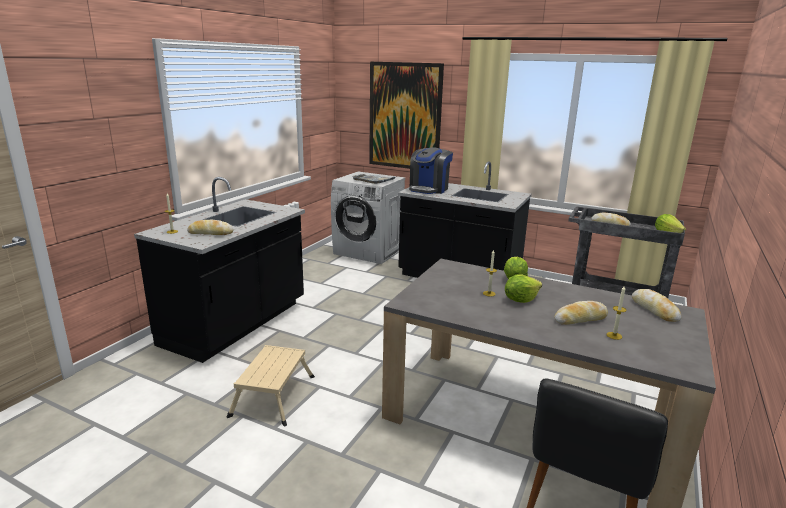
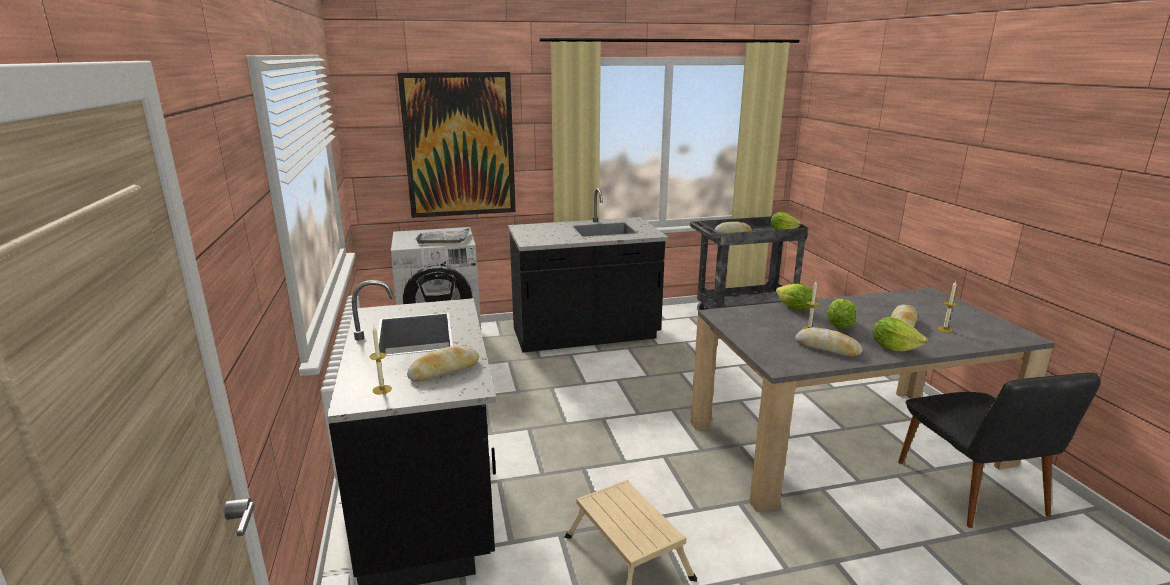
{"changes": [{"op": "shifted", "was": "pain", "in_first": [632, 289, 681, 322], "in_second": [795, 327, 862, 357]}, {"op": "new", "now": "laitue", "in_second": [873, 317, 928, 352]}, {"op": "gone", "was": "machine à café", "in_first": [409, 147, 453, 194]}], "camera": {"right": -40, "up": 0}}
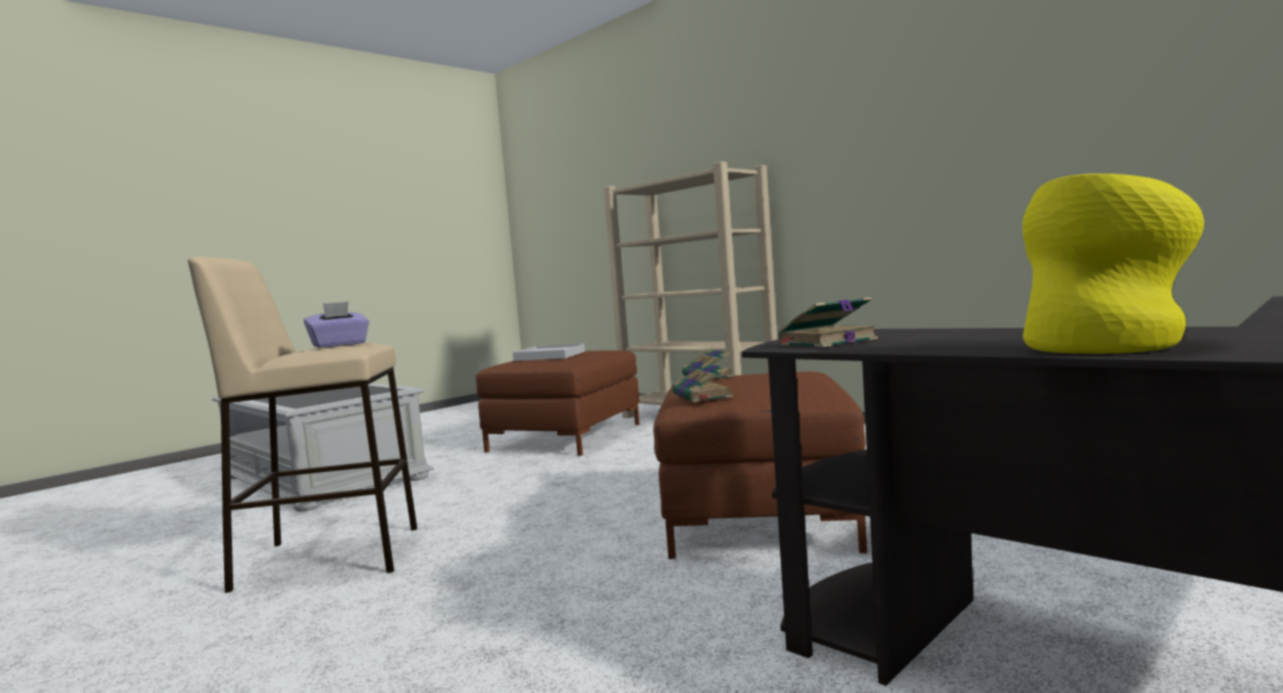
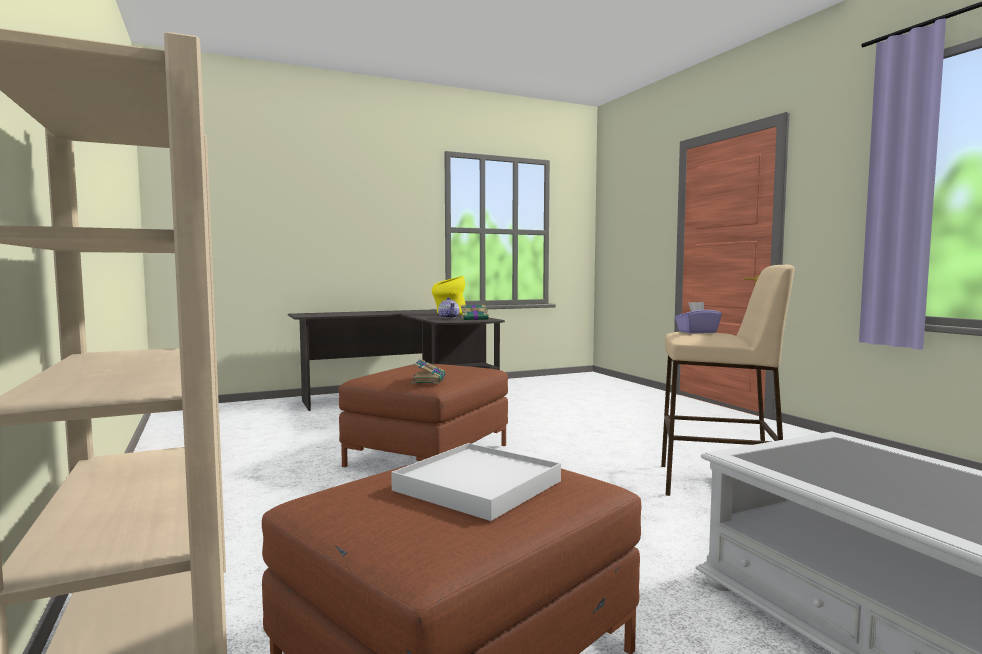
{"changes": [{"op": "new", "now": "théière", "in_second": [438, 297, 460, 318]}, {"op": "gone", "was": "livre", "in_first": [673, 363, 733, 402]}], "camera": {"right": -160, "up": 0}}
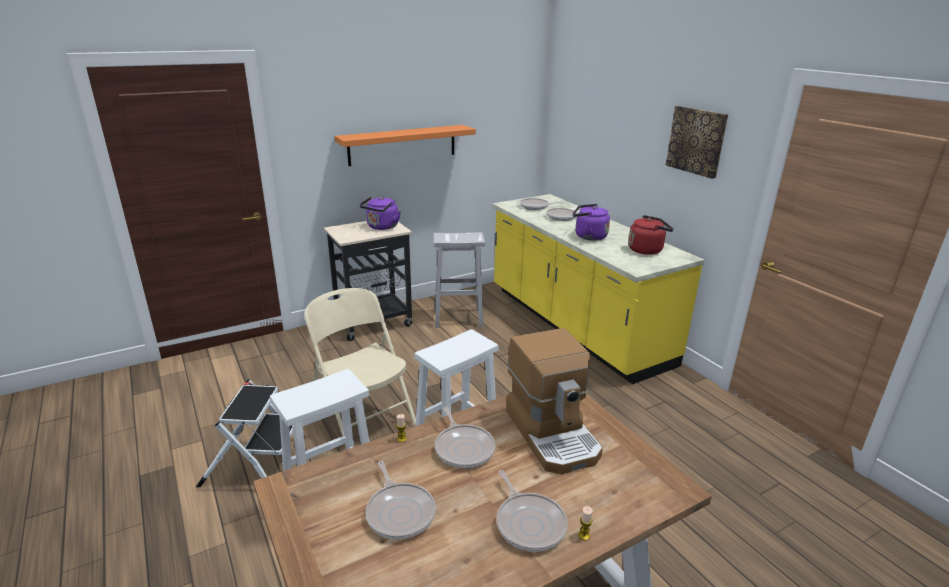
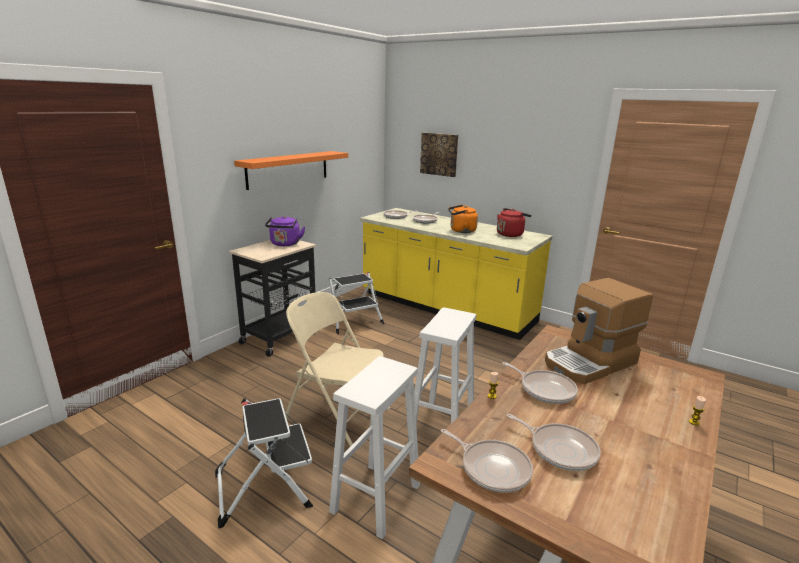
{"changes": [{"op": "swapped", "was": "tabouret (blanc)", "now": "escabeau", "in_first": [434, 232, 485, 328], "in_second": [329, 272, 385, 334]}, {"op": "shifted", "was": "tableau", "in_first": [666, 106, 728, 179], "in_second": [420, 133, 458, 177]}, {"op": "shifted", "was": "poêle", "in_first": [497, 470, 568, 552], "in_second": [441, 429, 533, 493]}, {"op": "repainted", "was": "bouilloire (violet)", "now": "bouilloire (orange)", "in_first": [573, 204, 610, 241], "in_second": [448, 205, 478, 233]}, {"op": "rotated", "was": "machine à café", "in_first": [506, 328, 603, 474], "in_second": [545, 278, 653, 384], "clockwise": 105}], "camera": {"right": -25, "up": -5}}
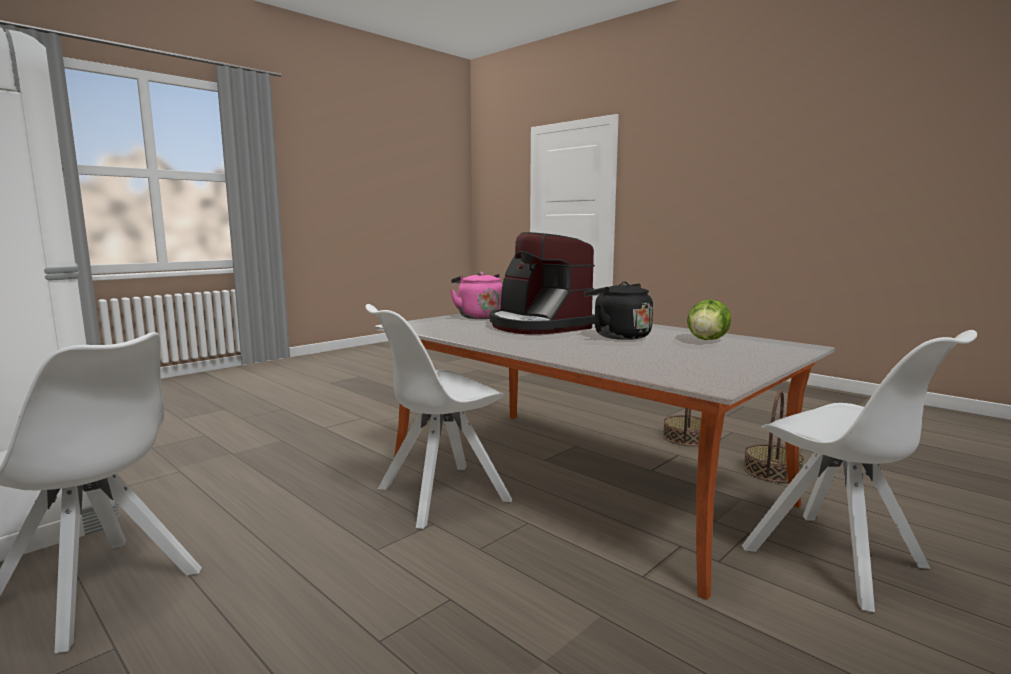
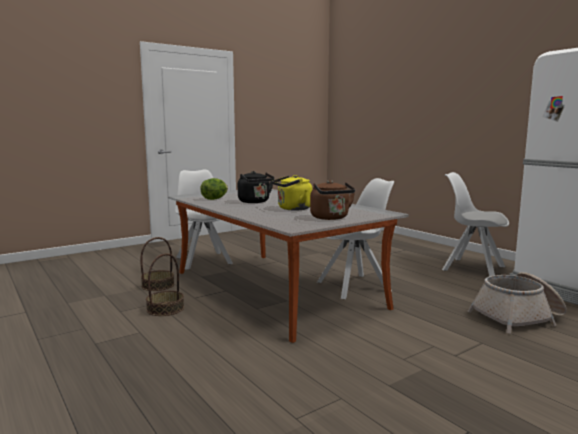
{"changes": [{"op": "swapped", "was": "machine à café", "now": "bouilloire (jaune)", "in_first": [489, 232, 595, 335], "in_second": [272, 175, 313, 211]}, {"op": "repainted", "was": "bouilloire (rose)", "now": "bouilloire (marron)", "in_first": [450, 272, 503, 319], "in_second": [310, 180, 355, 220]}, {"op": "new", "now": "panier", "in_second": [468, 272, 567, 334]}], "camera": {"right": -170, "up": 0}}
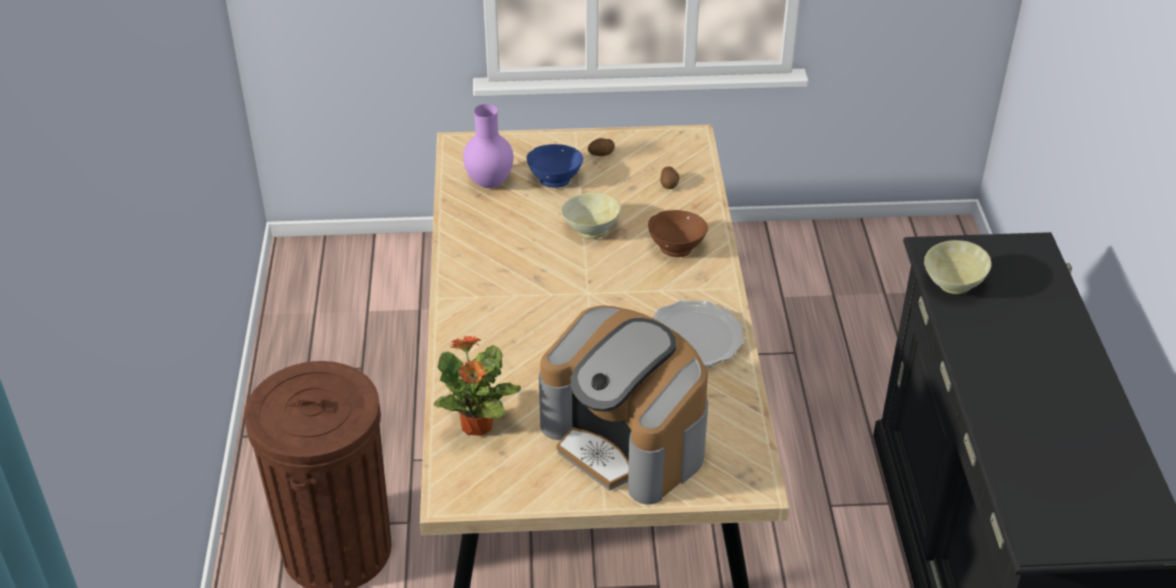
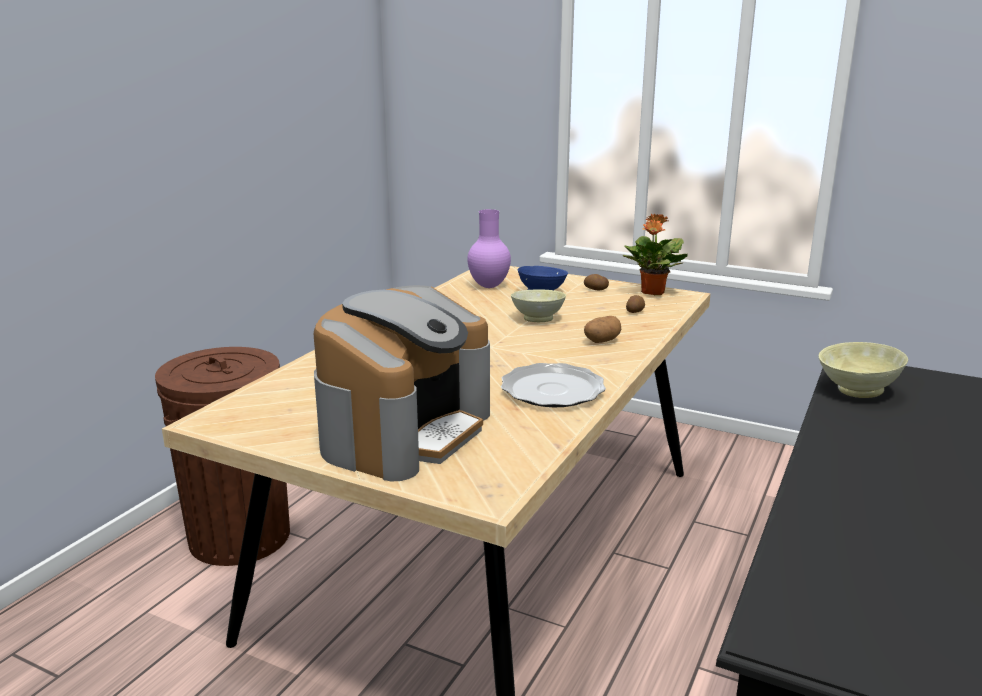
{"changes": [{"op": "rotated", "was": "machine à café", "in_first": [539, 306, 708, 505], "in_second": [314, 285, 490, 481], "clockwise": -135}, {"op": "swapped", "was": "bol (marron)", "now": "pomme de terre", "in_first": [648, 210, 708, 257], "in_second": [584, 316, 621, 343]}, {"op": "shifted", "was": "plante en pot", "in_first": [434, 336, 521, 436], "in_second": [623, 213, 687, 295]}], "camera": {"right": 30, "up": -20}}
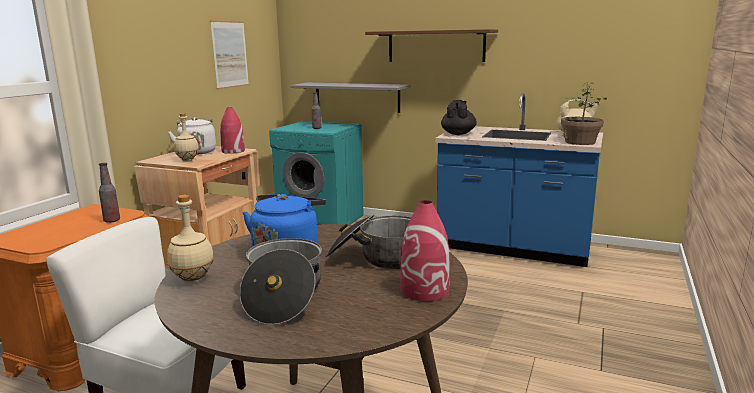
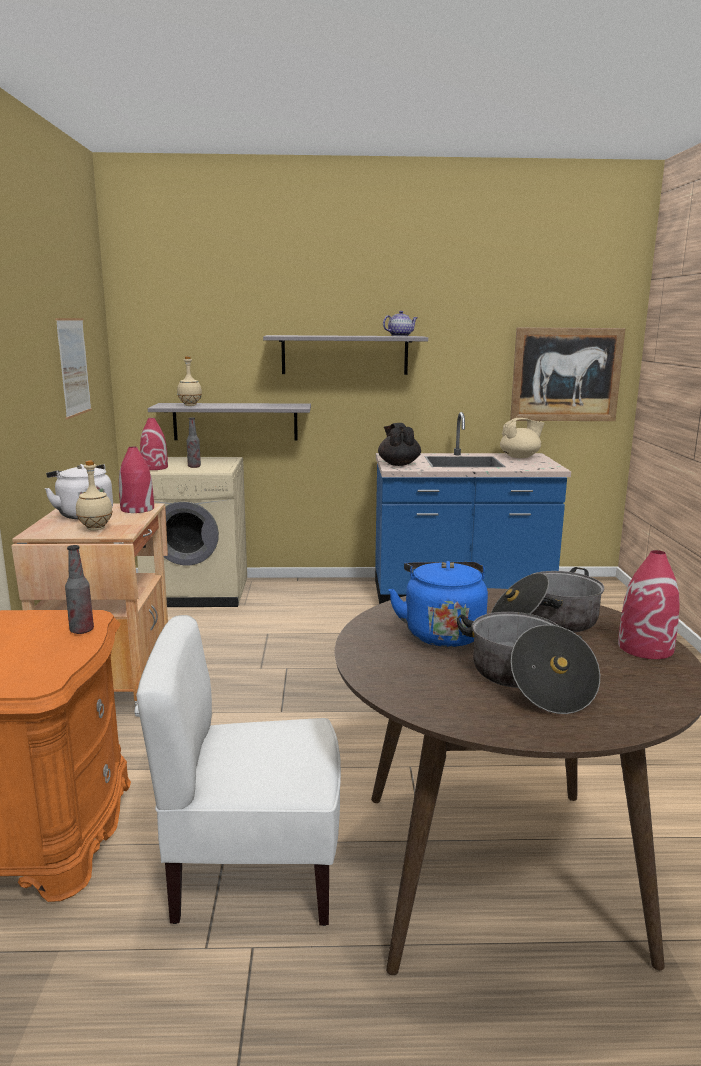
{"changes": [{"op": "repainted", "was": "lave-linge (turquoise)", "now": "lave-linge (beige)", "in_first": [269, 121, 364, 225], "in_second": [137, 457, 247, 607]}, {"op": "new", "now": "vase (rouge)", "in_second": [140, 418, 168, 470]}, {"op": "shifted", "was": "bouteille (beige)", "in_first": [167, 195, 214, 283], "in_second": [177, 356, 202, 406]}, {"op": "repainted", "was": "étagère (marron)", "now": "étagère (gris)", "in_first": [365, 29, 498, 62], "in_second": [263, 335, 428, 375]}, {"op": "new", "now": "théière", "in_second": [383, 311, 417, 336]}, {"op": "new", "now": "tableau", "in_second": [510, 327, 625, 421]}, {"op": "gone", "was": "plante en pot", "in_first": [561, 83, 607, 145]}], "camera": {"right": -25, "up": 0}}
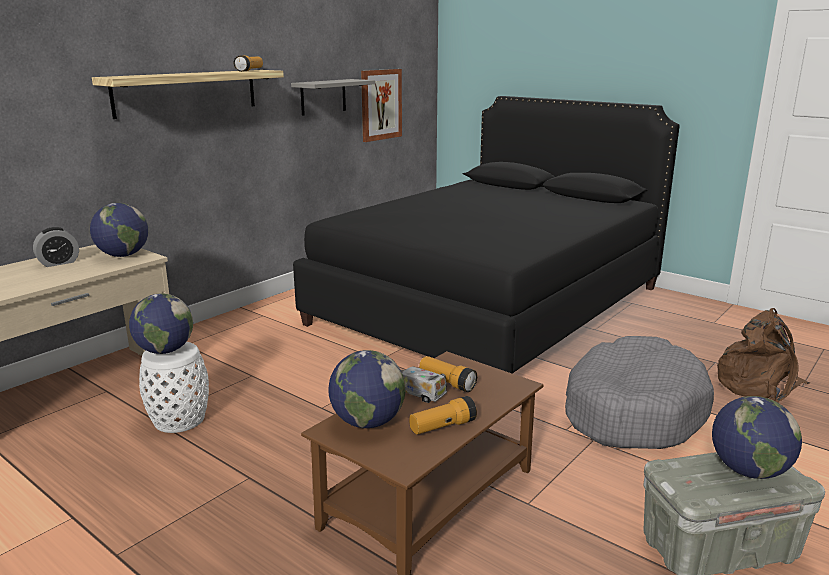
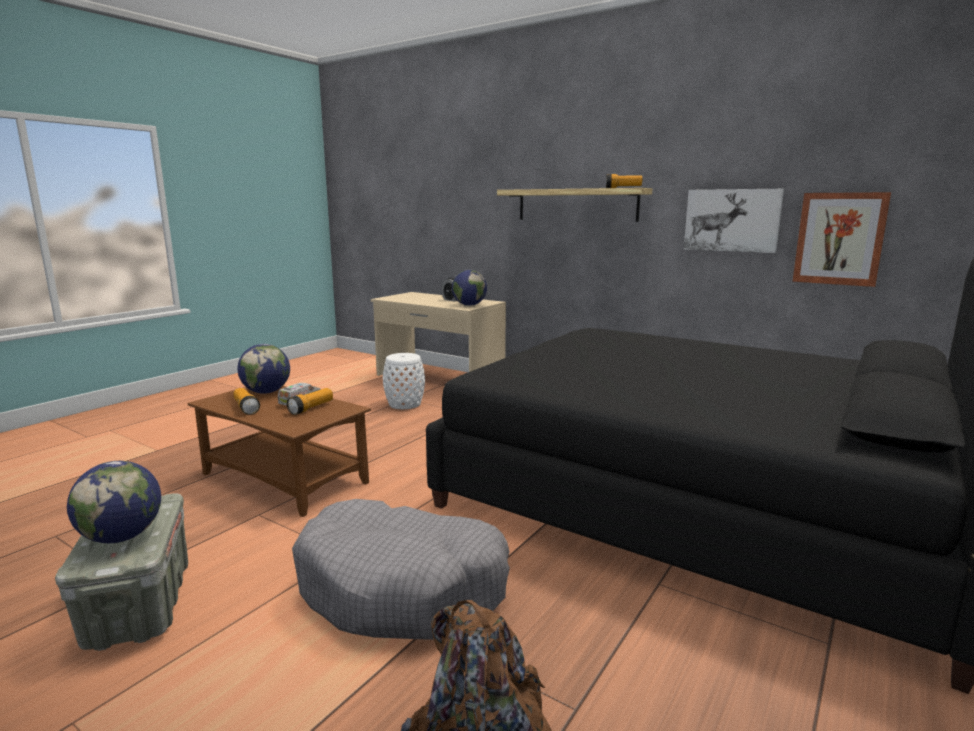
{"changes": [{"op": "swapped", "was": "étagère (gris)", "now": "tableau", "in_first": [291, 79, 375, 116], "in_second": [684, 189, 784, 253]}, {"op": "gone", "was": "globe", "in_first": [129, 294, 193, 354]}], "camera": {"right": 85, "up": -5}}
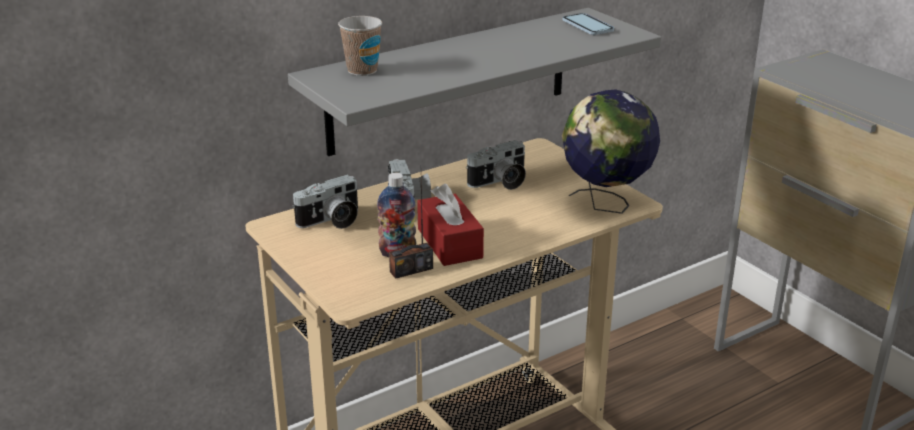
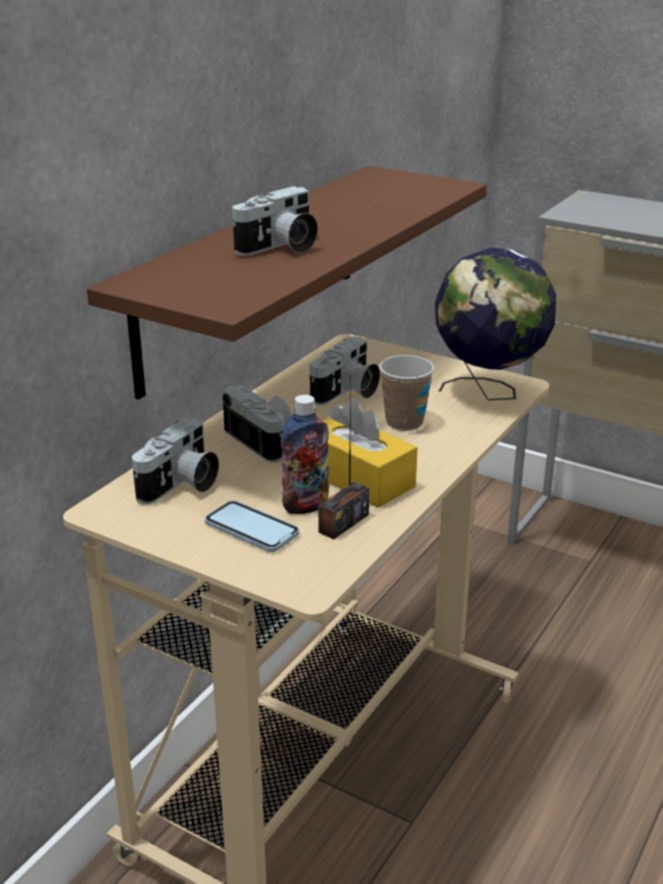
{"changes": [{"op": "repainted", "was": "étagère (gris)", "now": "étagère (marron)", "in_first": [288, 8, 661, 156], "in_second": [87, 166, 487, 400]}, {"op": "shifted", "was": "téléphone", "in_first": [562, 13, 614, 35], "in_second": [205, 501, 300, 552]}, {"op": "new", "now": "appareil photo", "in_second": [232, 186, 318, 256]}, {"op": "repainted", "was": "boîte à mouchoirs (rouge)", "now": "boîte à mouchoirs (jaune)", "in_first": [417, 184, 484, 266], "in_second": [324, 399, 417, 508]}, {"op": "shifted", "was": "tasse", "in_first": [338, 16, 382, 76], "in_second": [379, 355, 434, 431]}], "camera": {"right": -25, "up": 0}}
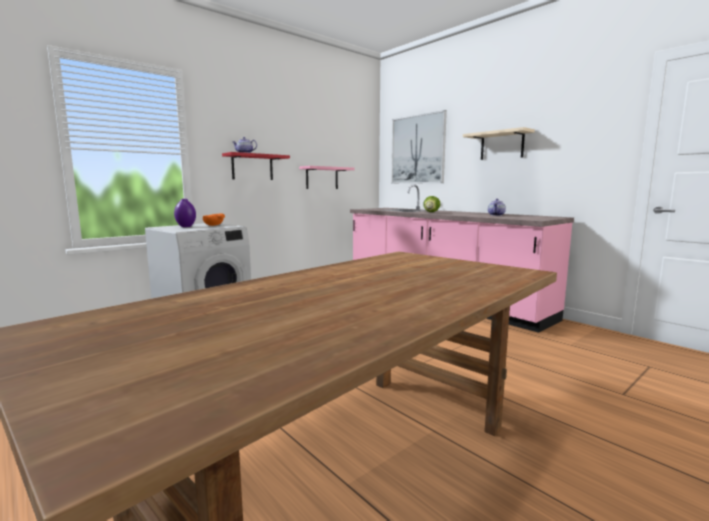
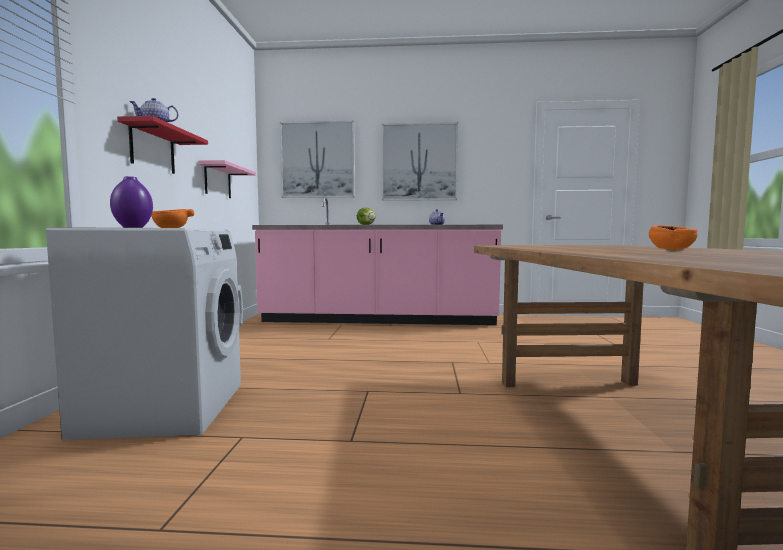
{"changes": [{"op": "swapped", "was": "étagère (beige)", "now": "tableau", "in_first": [463, 127, 535, 160], "in_second": [382, 122, 458, 201]}, {"op": "new", "now": "bol (orange)", "in_second": [649, 225, 698, 250]}], "camera": {"right": -45, "up": -5}}
